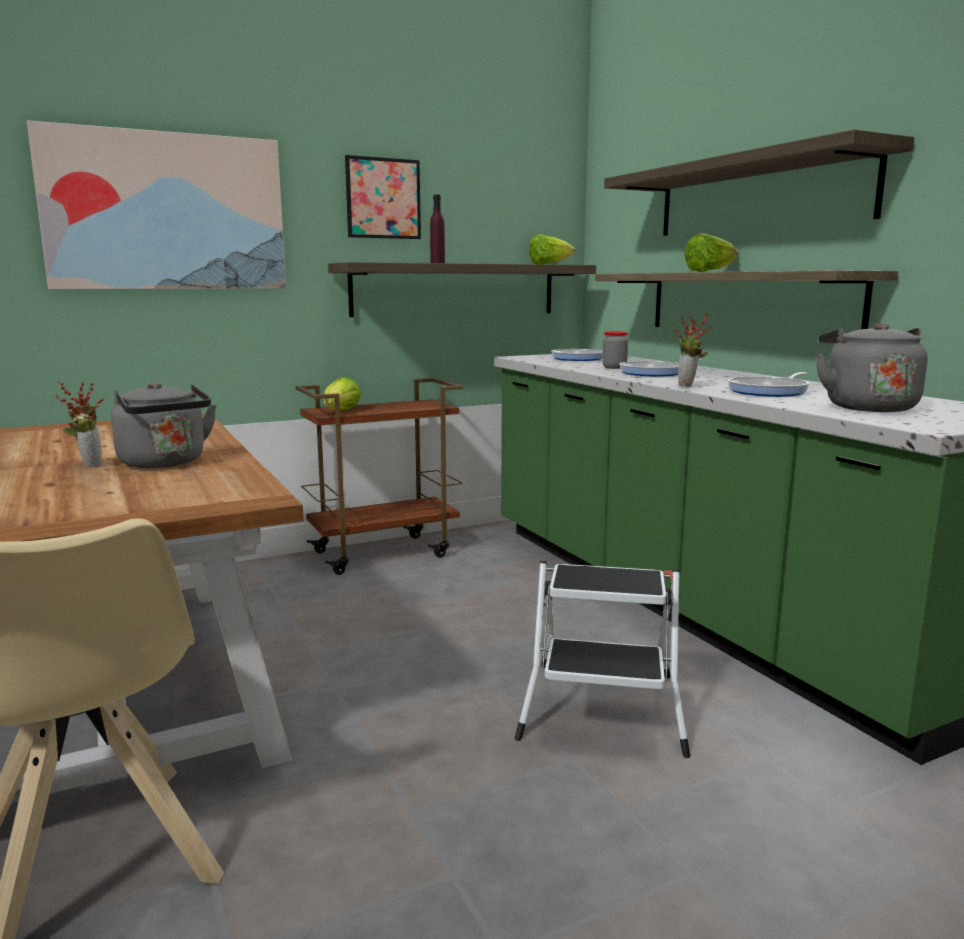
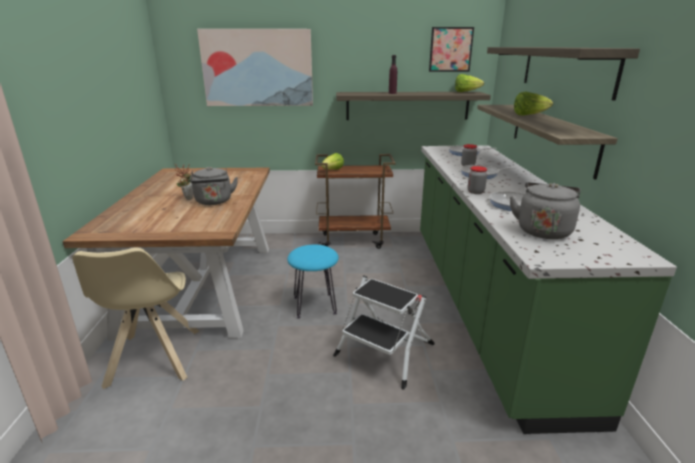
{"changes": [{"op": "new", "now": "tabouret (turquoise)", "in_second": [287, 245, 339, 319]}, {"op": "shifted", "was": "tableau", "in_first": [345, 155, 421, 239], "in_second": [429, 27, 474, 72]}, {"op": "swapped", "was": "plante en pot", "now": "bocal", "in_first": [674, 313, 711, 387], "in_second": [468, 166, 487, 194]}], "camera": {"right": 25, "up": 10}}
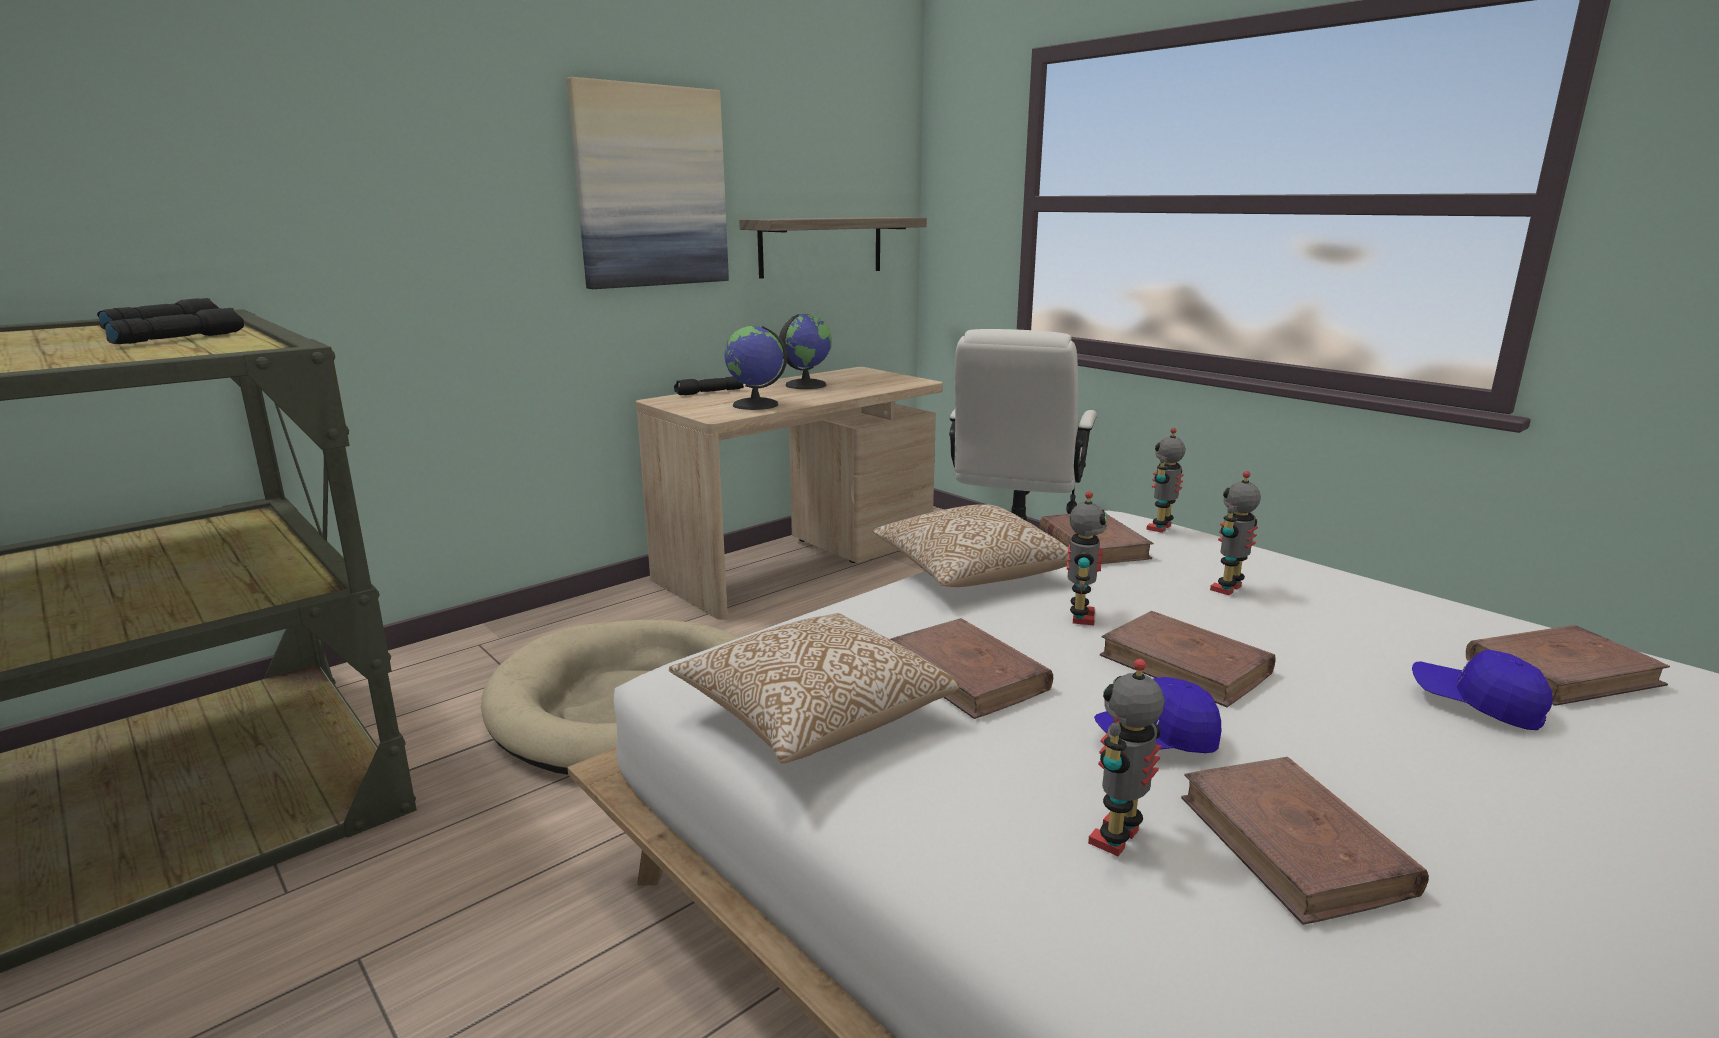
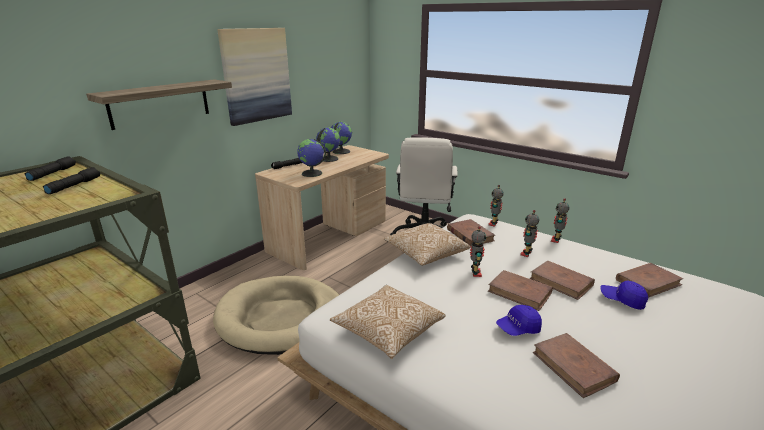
{"changes": [{"op": "shifted", "was": "étagère", "in_first": [739, 217, 927, 279], "in_second": [86, 79, 232, 130]}, {"op": "new", "now": "globe", "in_second": [331, 122, 352, 154]}, {"op": "shifted", "was": "livre (marron)", "in_first": [890, 618, 1053, 719], "in_second": [530, 261, 595, 300]}, {"op": "shifted", "was": "robot jouet", "in_first": [1088, 659, 1165, 856], "in_second": [551, 198, 569, 243]}], "camera": {"right": -10, "up": 5}}
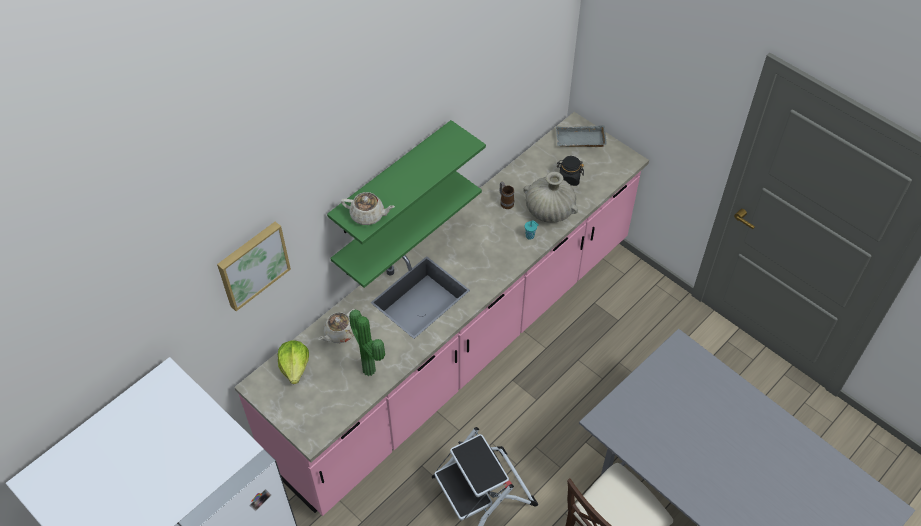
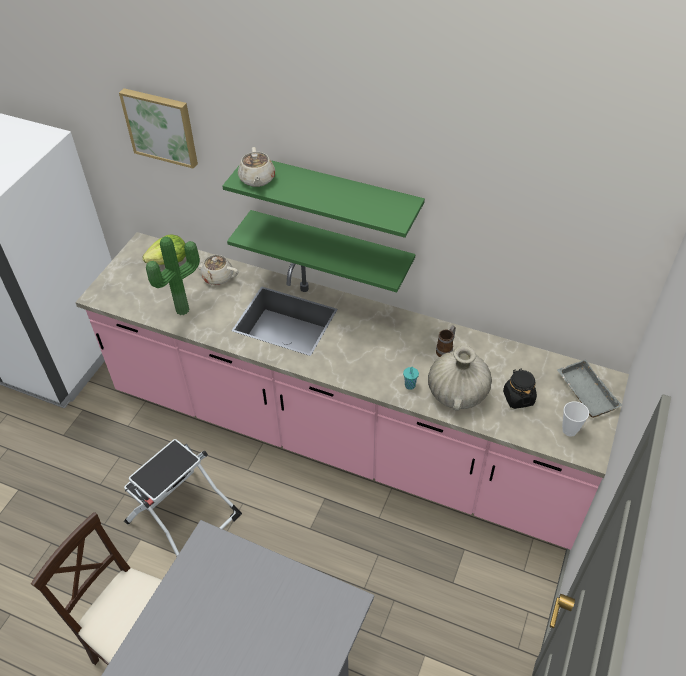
{"changes": [{"op": "new", "now": "tasse", "in_second": [562, 401, 589, 437]}], "camera": {"right": 70, "up": -5}}
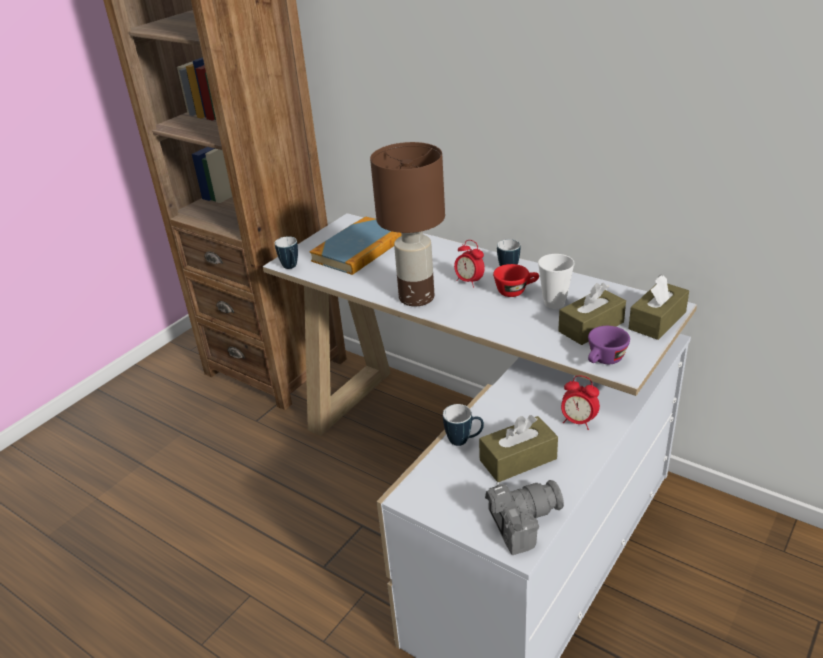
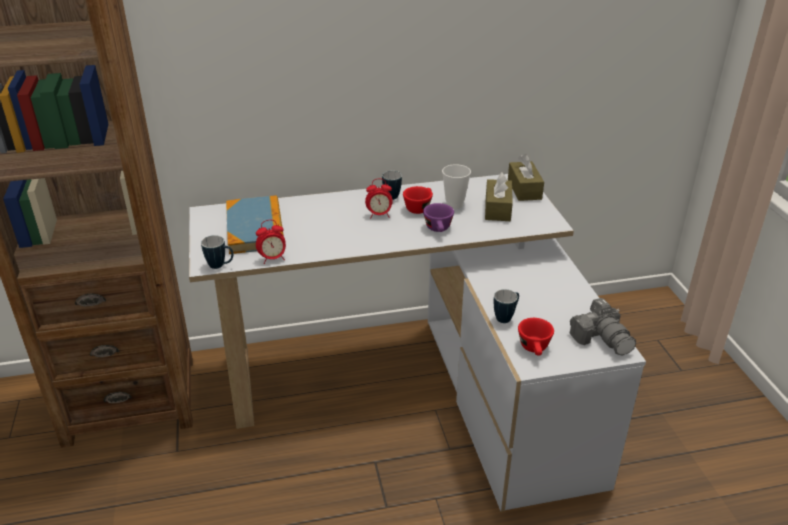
{"changes": [{"op": "shifted", "was": "réveil", "in_first": [561, 375, 600, 430], "in_second": [256, 220, 286, 264]}, {"op": "shifted", "was": "tasse (violet)", "in_first": [588, 326, 630, 364], "in_second": [423, 203, 454, 232]}, {"op": "new", "now": "tasse (rouge)", "in_second": [518, 318, 554, 356]}, {"op": "rotated", "was": "appareil photo", "in_first": [485, 480, 564, 555], "in_second": [570, 298, 636, 356], "clockwise": 135}, {"op": "gone", "was": "lampe de table (marron)", "in_first": [370, 142, 445, 306]}, {"op": "gone", "was": "boîte à mouchoirs (marron)", "in_first": [479, 415, 558, 482]}], "camera": {"right": -50, "up": 0}}
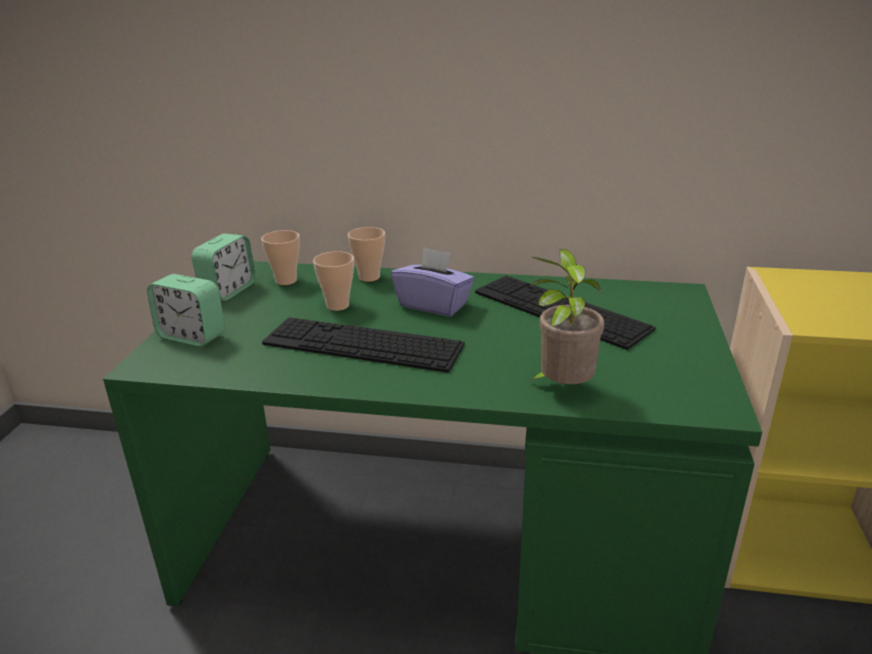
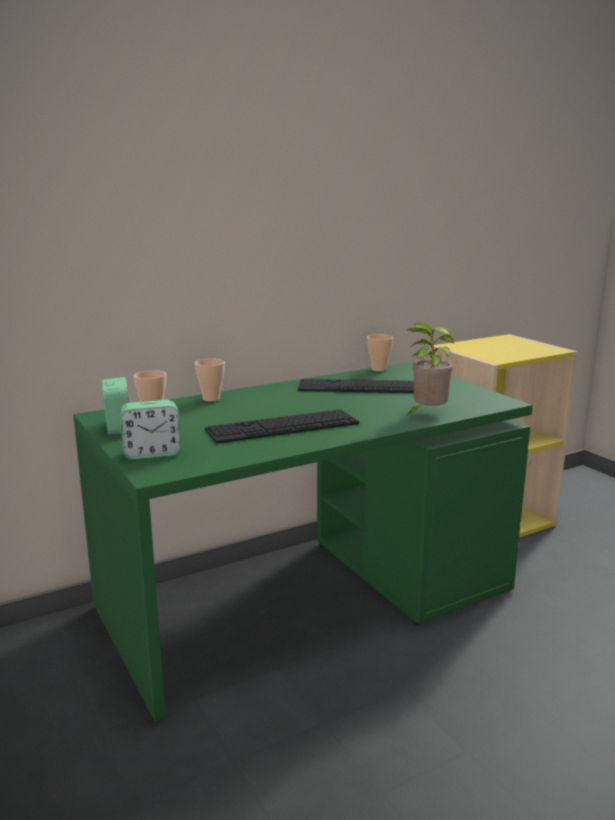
{"changes": [{"op": "shifted", "was": "tasse", "in_first": [313, 251, 354, 311], "in_second": [367, 334, 393, 371]}, {"op": "gone", "was": "boîte à mouchoirs (violet)", "in_first": [391, 247, 475, 317]}], "camera": {"right": -40, "up": -10}}
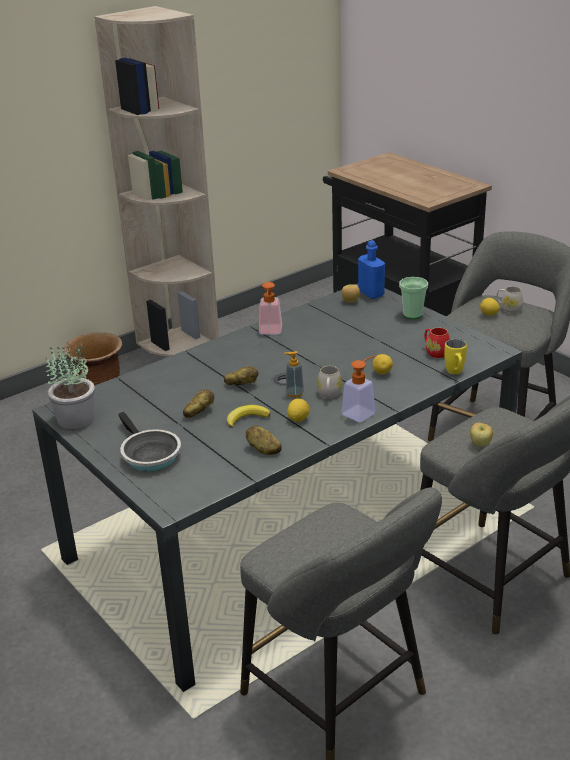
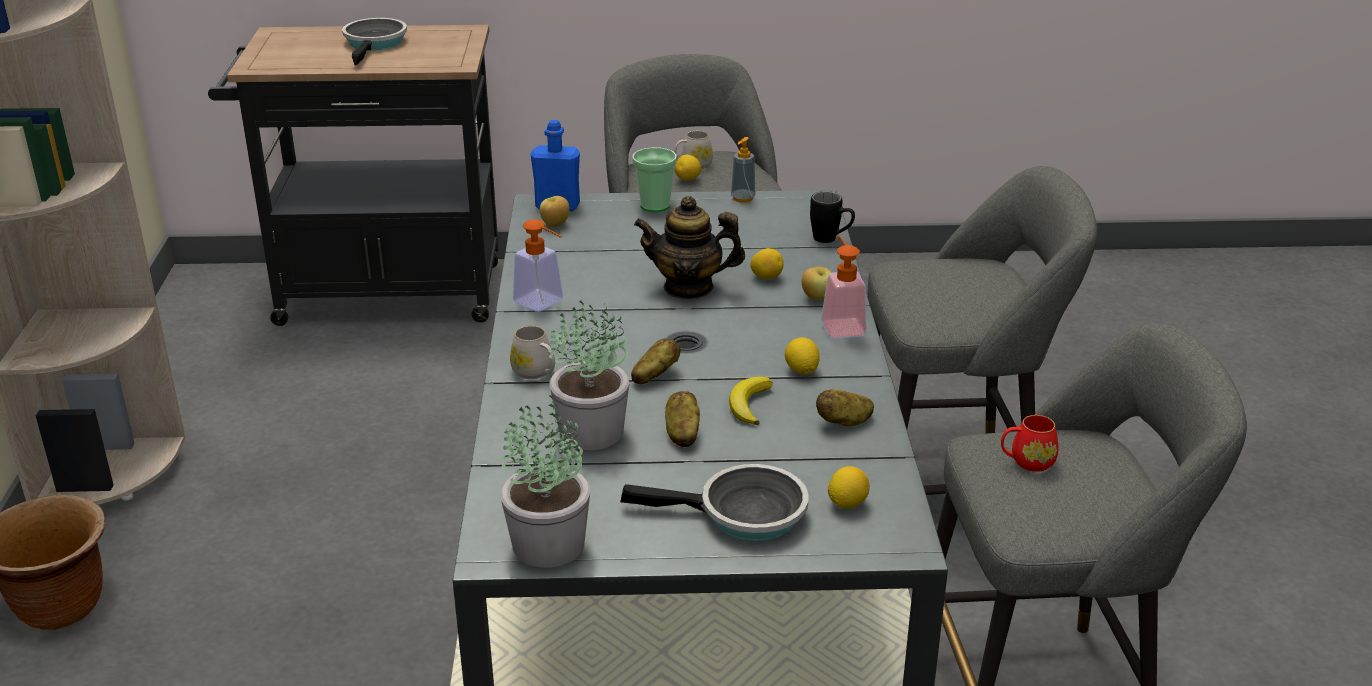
{"changes": [{"op": "new", "now": "poêle", "in_second": [342, 18, 407, 66]}, {"op": "shifted", "was": "mug (blanc)", "in_first": [317, 366, 343, 398], "in_second": [510, 326, 555, 379]}, {"op": "new", "now": "plante en pot", "in_second": [548, 301, 629, 450]}, {"op": "new", "now": "théière", "in_second": [634, 196, 745, 299]}, {"op": "shifted", "was": "distributeur de savon", "in_first": [284, 351, 304, 398], "in_second": [731, 137, 755, 203]}, {"op": "shifted", "was": "pomme", "in_first": [470, 423, 493, 446], "in_second": [802, 267, 832, 300]}, {"op": "repainted", "was": "mug (jaune)", "now": "mug (noir)", "in_first": [444, 339, 467, 374], "in_second": [810, 191, 855, 243]}, {"op": "new", "now": "citron", "in_second": [828, 466, 870, 509]}, {"op": "shifted", "was": "mug (rouge)", "in_first": [424, 328, 450, 358], "in_second": [1001, 415, 1058, 472]}], "camera": {"right": -55, "up": 0}}
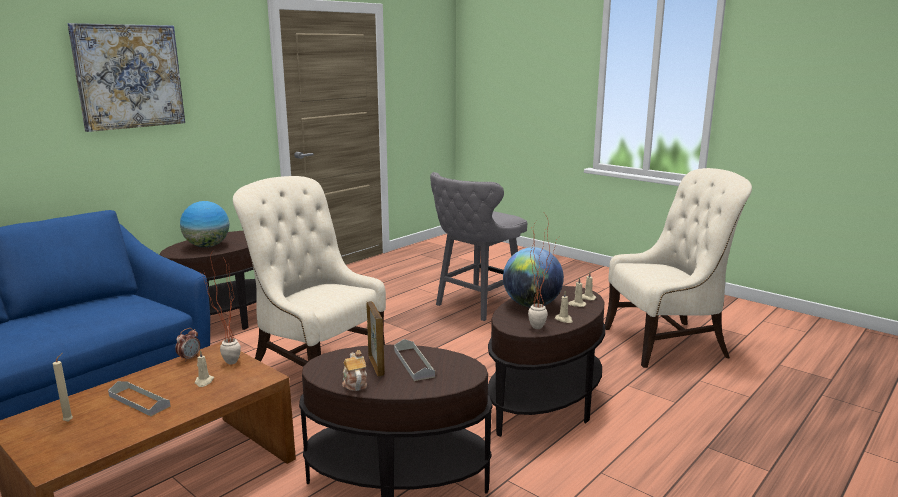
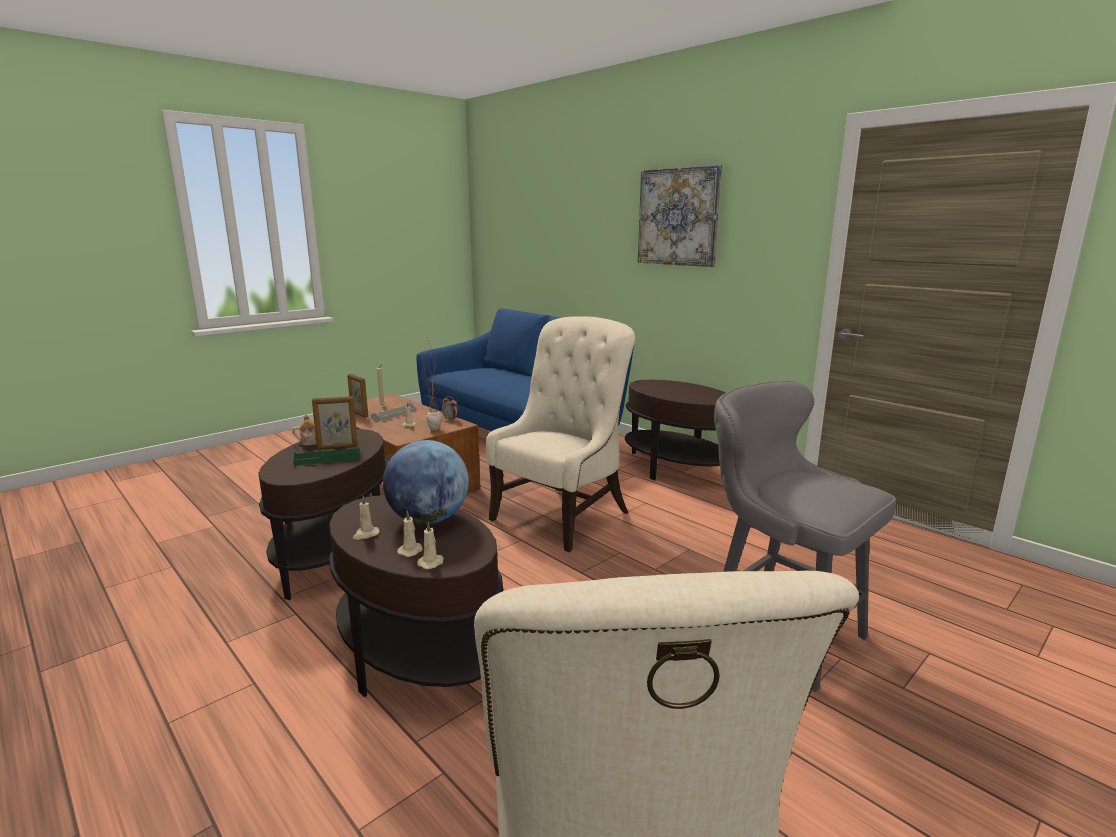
{"changes": [{"op": "repainted", "was": "plateau (gris)", "now": "plateau (vert)", "in_first": [394, 339, 435, 381], "in_second": [293, 446, 360, 466]}, {"op": "new", "now": "cadre photo", "in_second": [347, 374, 368, 418]}, {"op": "gone", "was": "globe", "in_first": [180, 201, 229, 247]}, {"op": "gone", "was": "plante en pot", "in_first": [528, 214, 558, 329]}], "camera": {"right": 95, "up": 0}}
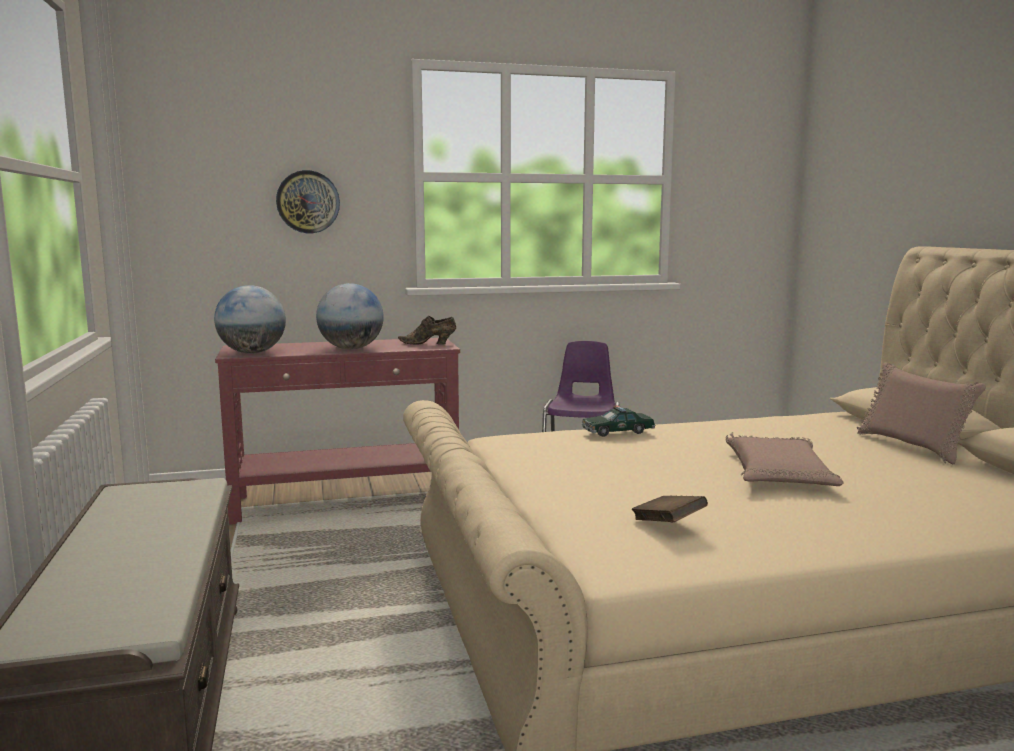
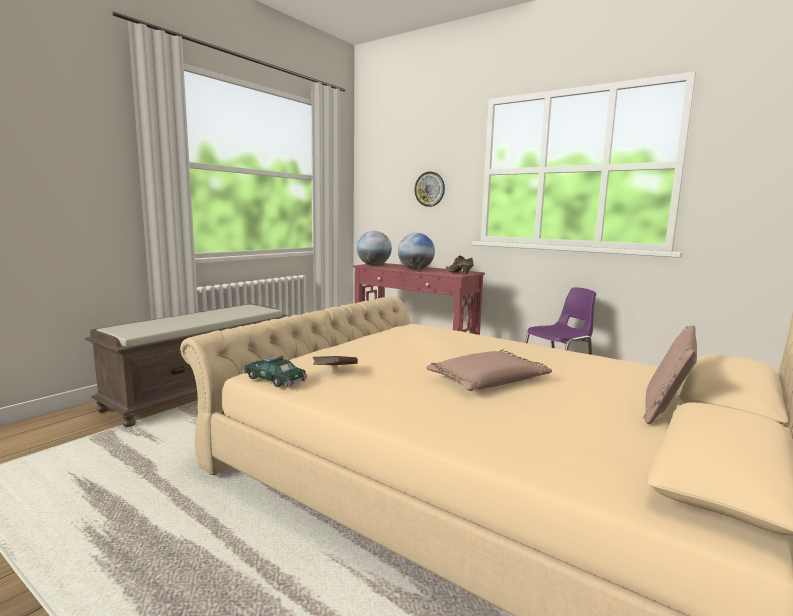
{"changes": [{"op": "shifted", "was": "petite voiture", "in_first": [582, 405, 655, 437], "in_second": [243, 355, 307, 387]}], "camera": {"right": 50, "up": 0}}
